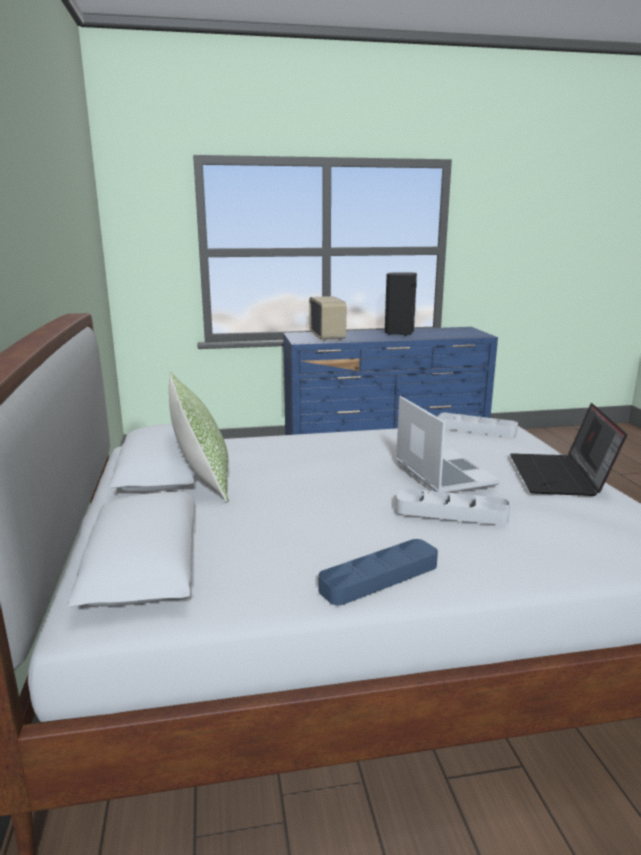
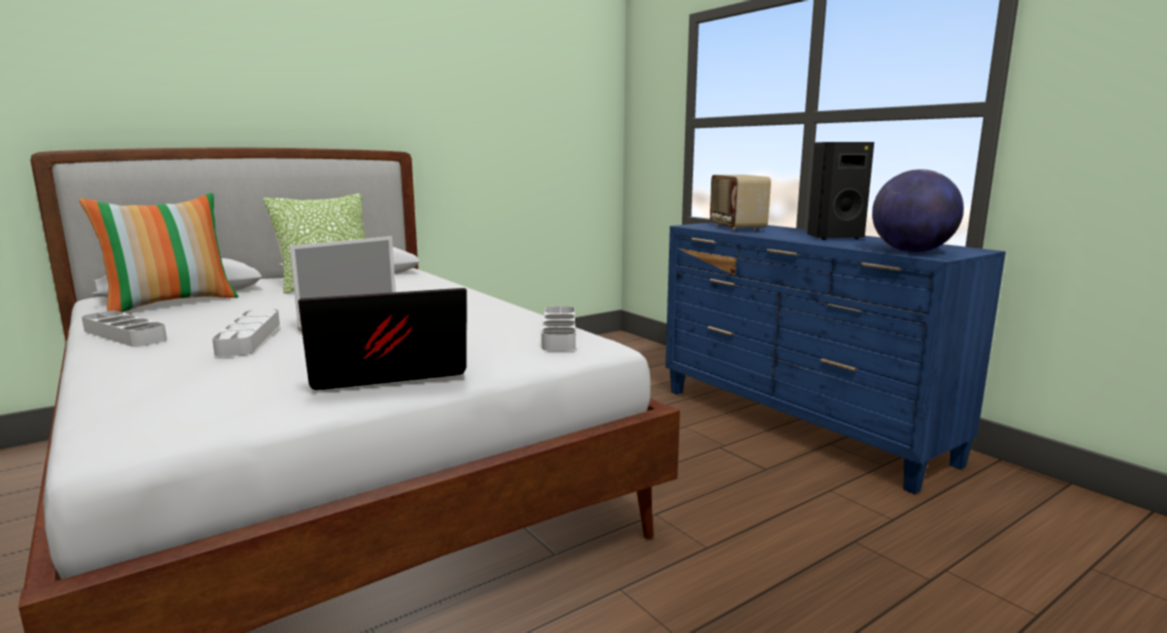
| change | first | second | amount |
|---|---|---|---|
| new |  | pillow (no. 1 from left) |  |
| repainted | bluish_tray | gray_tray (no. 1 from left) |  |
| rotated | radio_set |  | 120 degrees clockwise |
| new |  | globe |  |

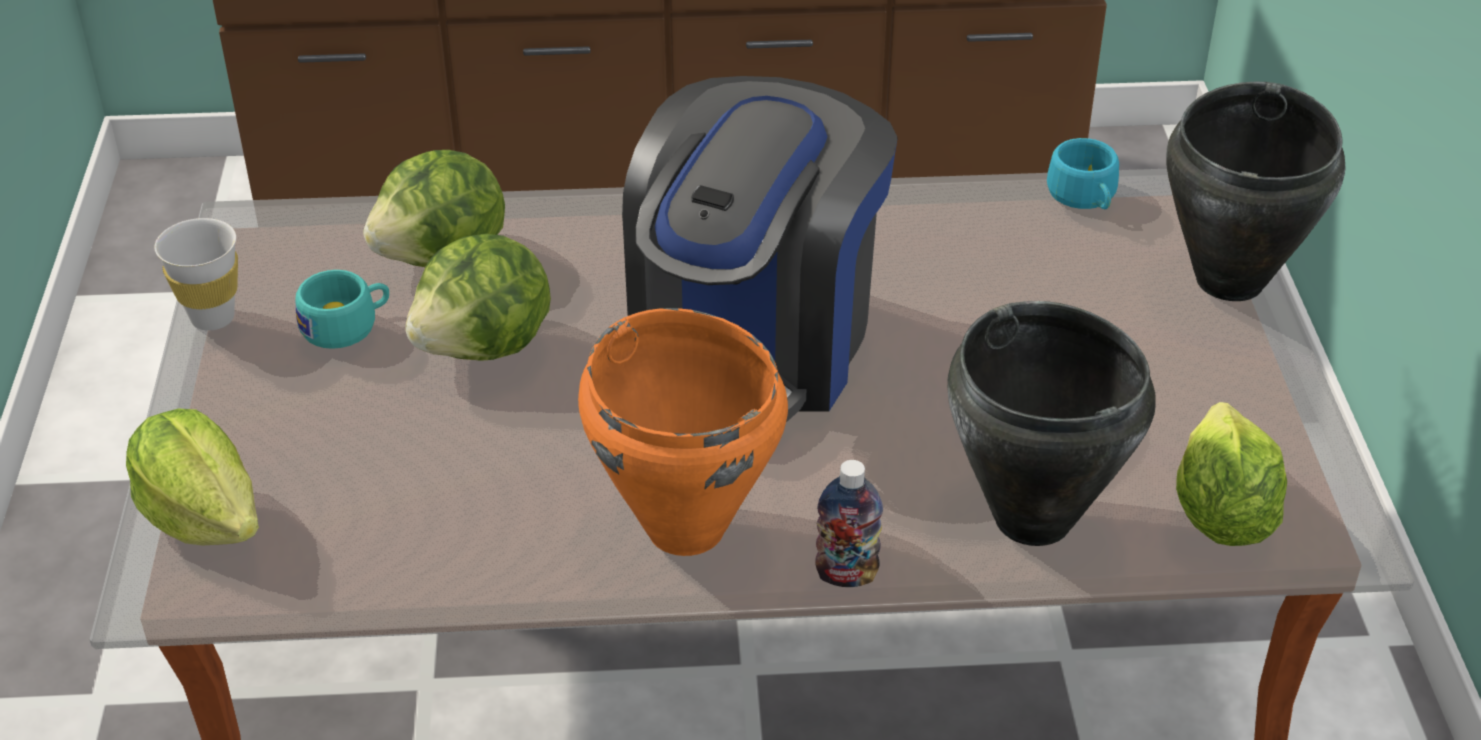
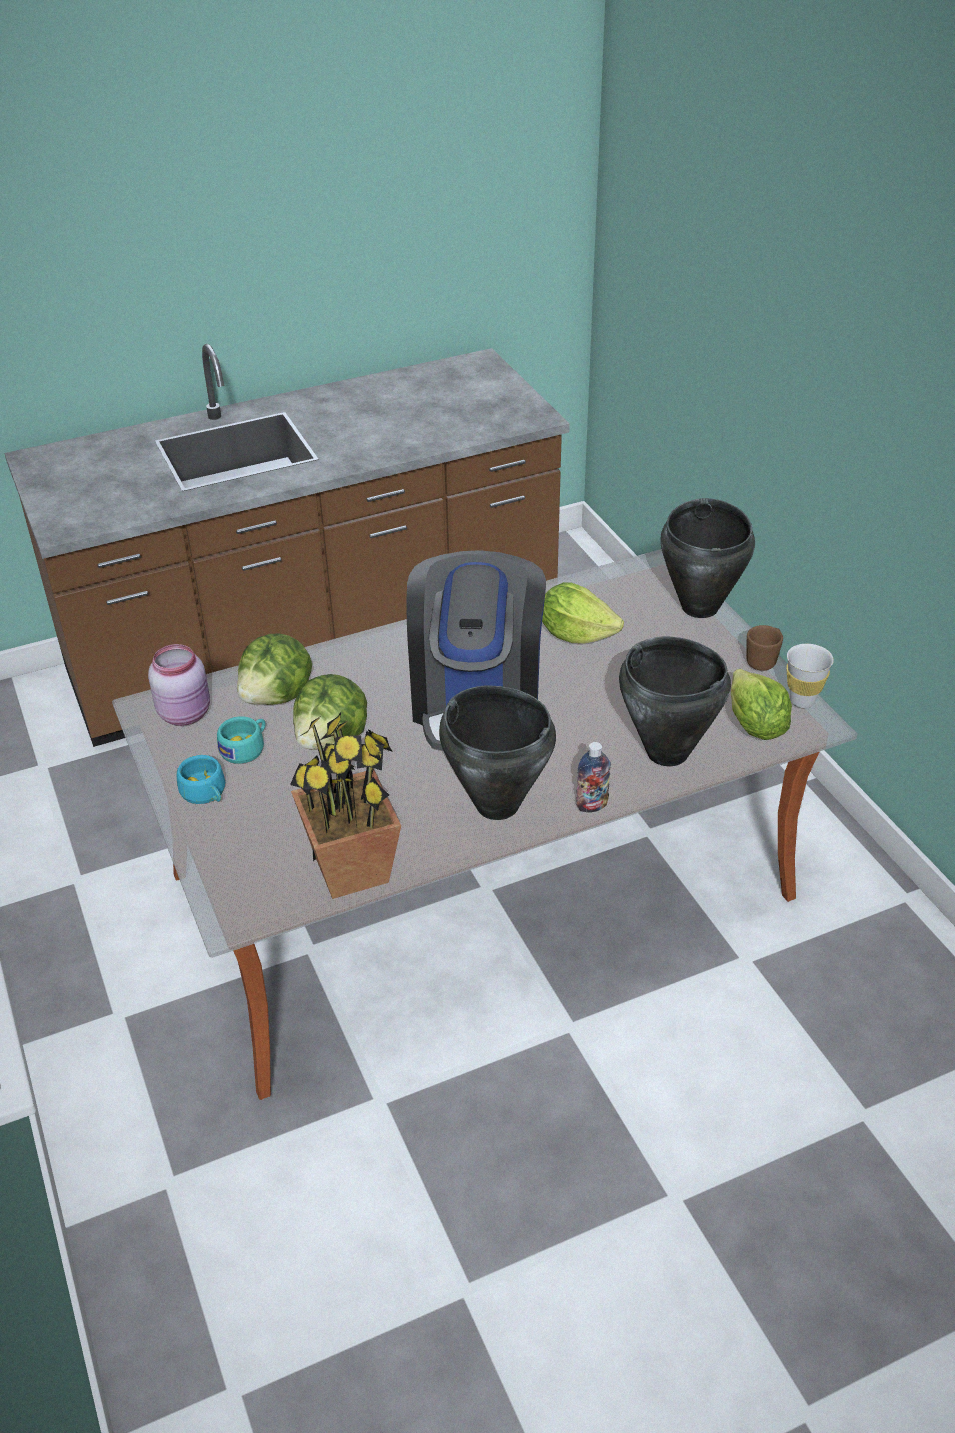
| change | first | second | amount |
|---|---|---|---|
| new |  | pinkish_storage_jar |  |
| shifted | turquoise_drinking_cup (no. 2 from left in the first image) | turquoise_drinking_cup (no. 1 from left) |  |
| new |  | plant_in_a_pot |  |
| repainted | orangey_stockpot | blackish_stockpot (no. 1 from left) |  |
| shifted | head_of_lettuce (no. 1 from left in the first image) | head_of_lettuce (no. 3 from left) |  |
| new |  | brown-coloured_coffee_mug |  |
| shifted | white-coloured_drinking_cup |  |  |

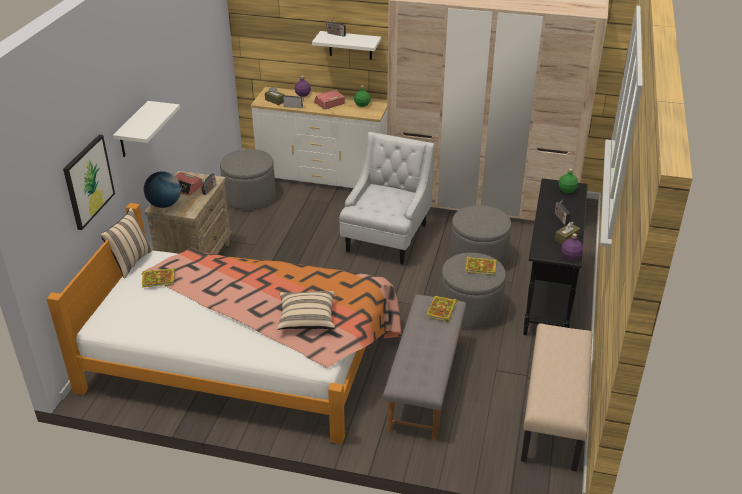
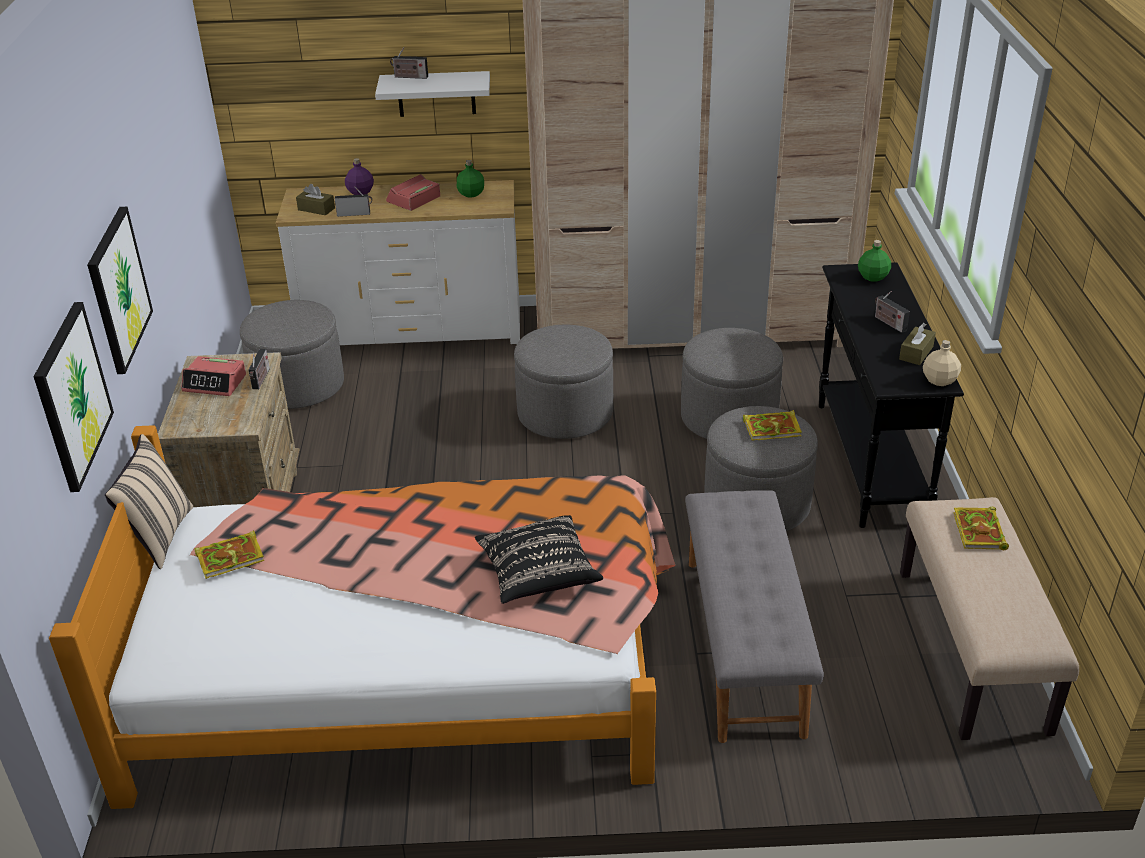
| change | first | second | amount |
|---|---|---|---|
| swapped | white-coloured_shelf (no. 1 from left) | wall_art (no. 2 from left) |  |
| repainted | beige_pillow (no. 2 from left) | blackish_pillow |  |
| swapped | white-coloured_easy_chair | gray_pouffe (no. 2 from left) |  |
| repainted | purple-coloured_beverage_bottle (no. 2 from left) | beige_beverage_bottle |  |
| shifted | volume (no. 2 from left in the first image) | volume (no. 3 from left) |  |
| gone | globe |  |  |

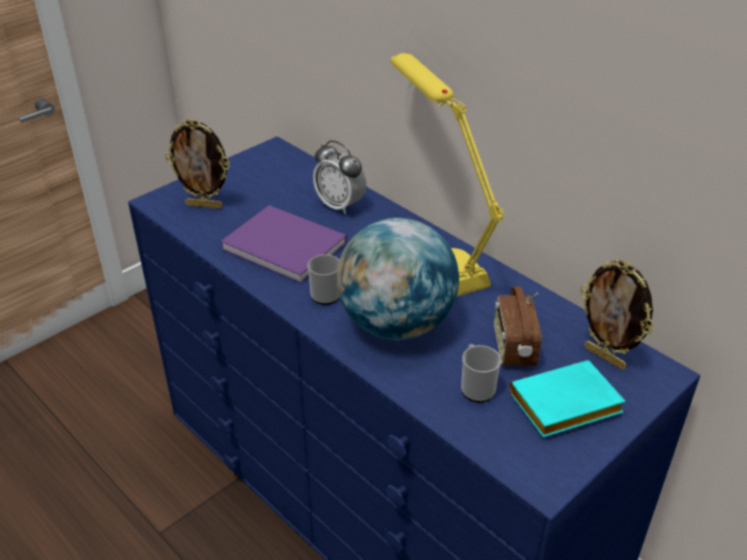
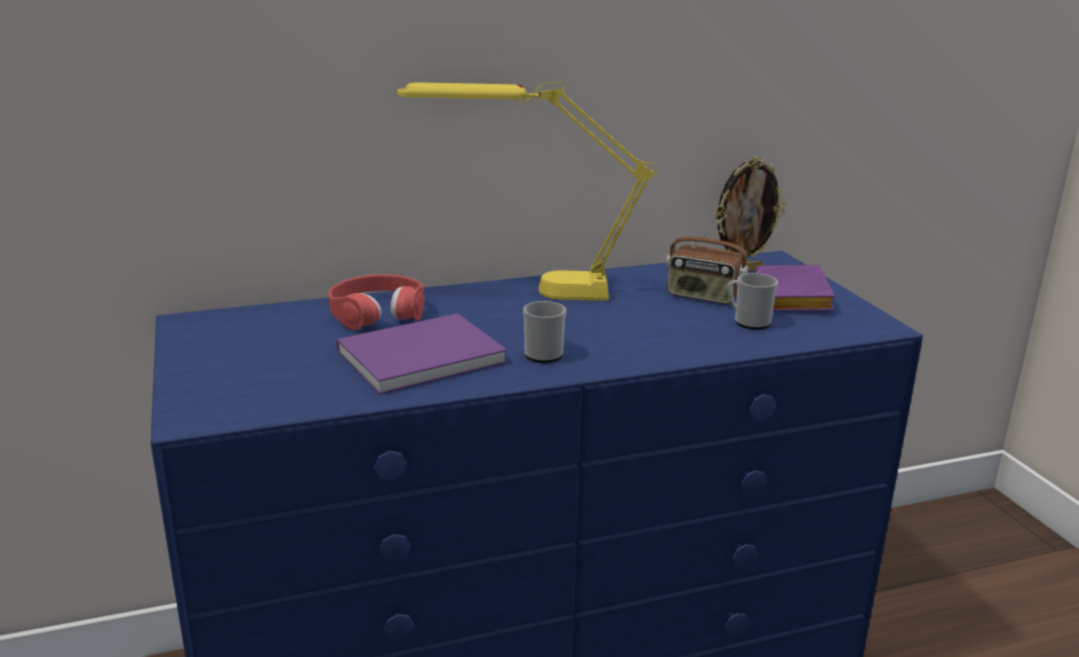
| change | first | second | amount |
|---|---|---|---|
| swapped | bedside_clock | reddish_pair_of_headphones |  |
| repainted | turquoise_volume | purple-coloured_volume (no. 2 from left) |  |
| gone | photo_frame (no. 1 from left) |  |  |
| gone | globe |  |  |

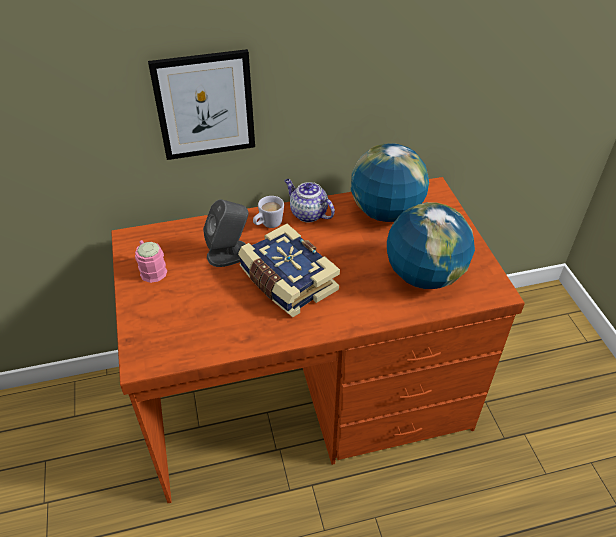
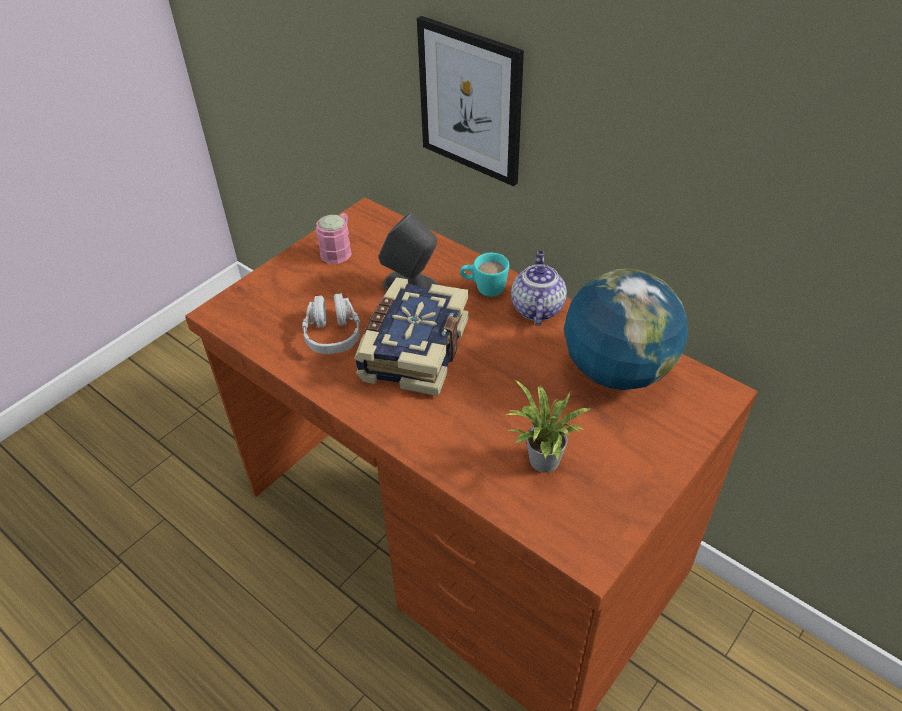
| change | first | second | amount |
|---|---|---|---|
| new |  | gray_pair_of_headphones |  |
| repainted | white-coloured_coffee_mug | turquoise_coffee_mug |  |
| swapped | globe (no. 2 from left) | plant_in_a_pot |  |

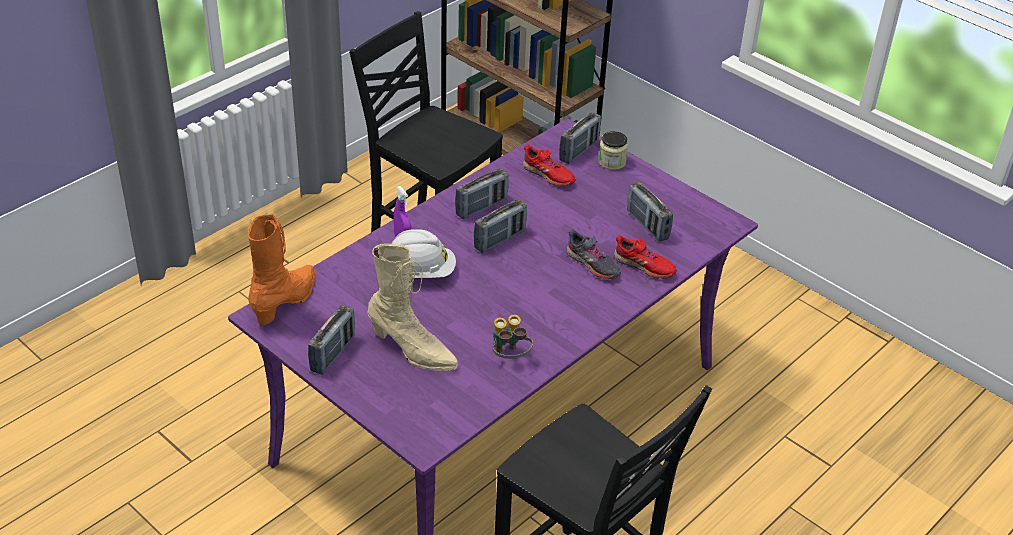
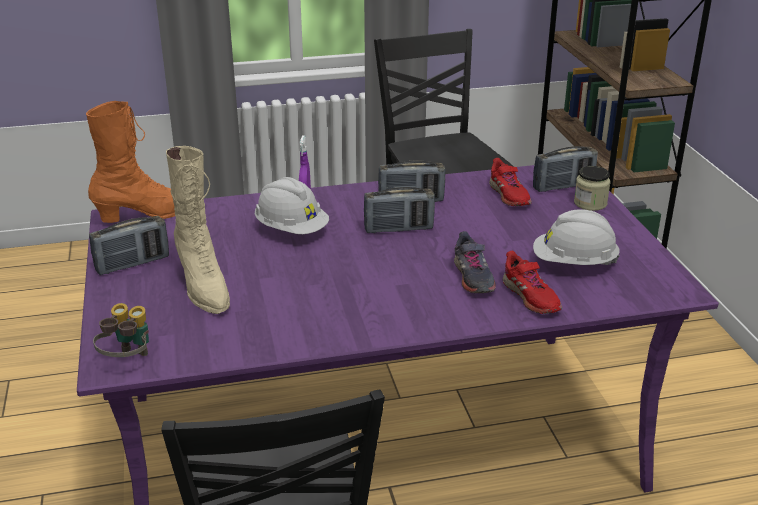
| change | first | second | amount |
|---|---|---|---|
| shifted | binoculars |  |  |
| swapped | radio_set (no. 5 from left) | white-coloured_work_helmet (no. 2 from left) |  |

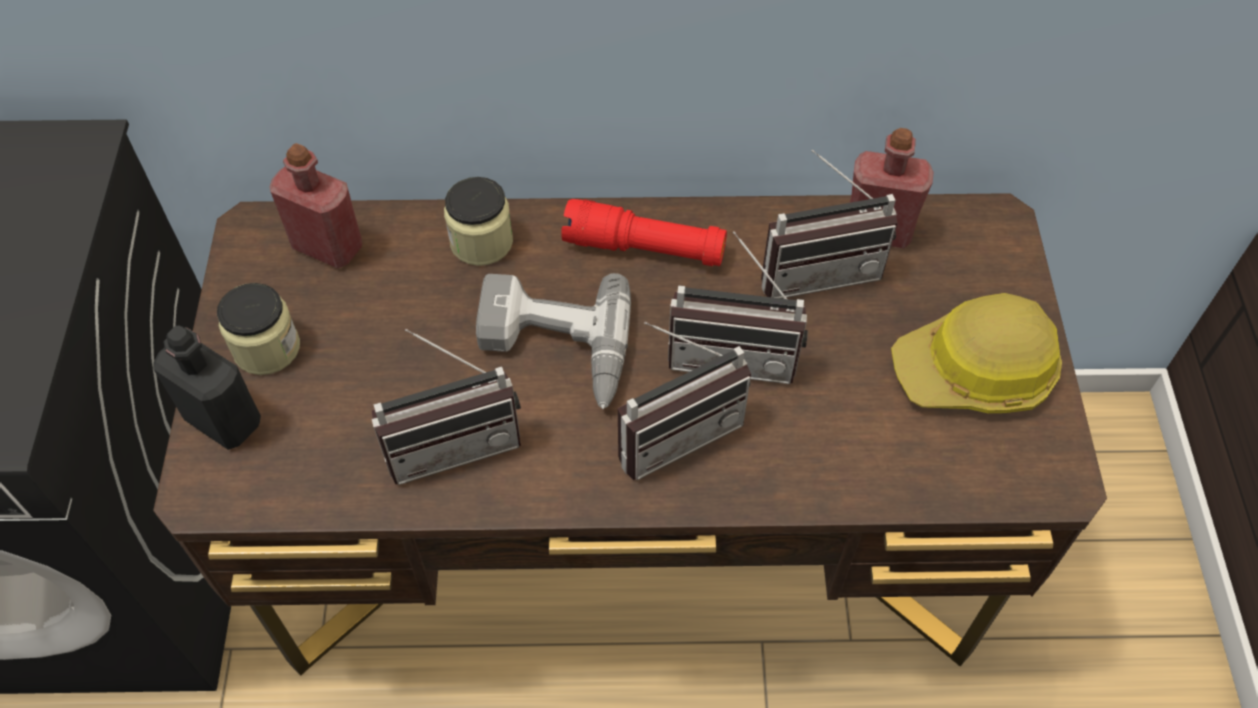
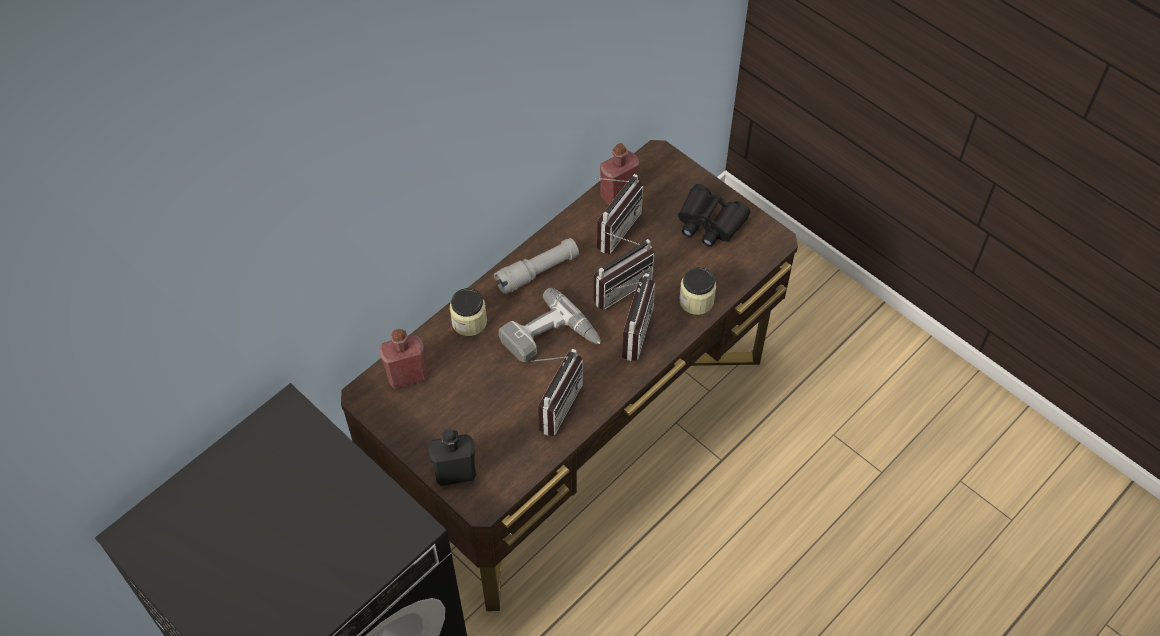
| change | first | second | amount |
|---|---|---|---|
| repainted | reddish_flashlight | gray_flashlight |  |
| swapped | work_helmet | blackish_binoculars |  |
| shifted | storage_jar (no. 1 from left in the first image) | storage_jar (no. 2 from left) |  |

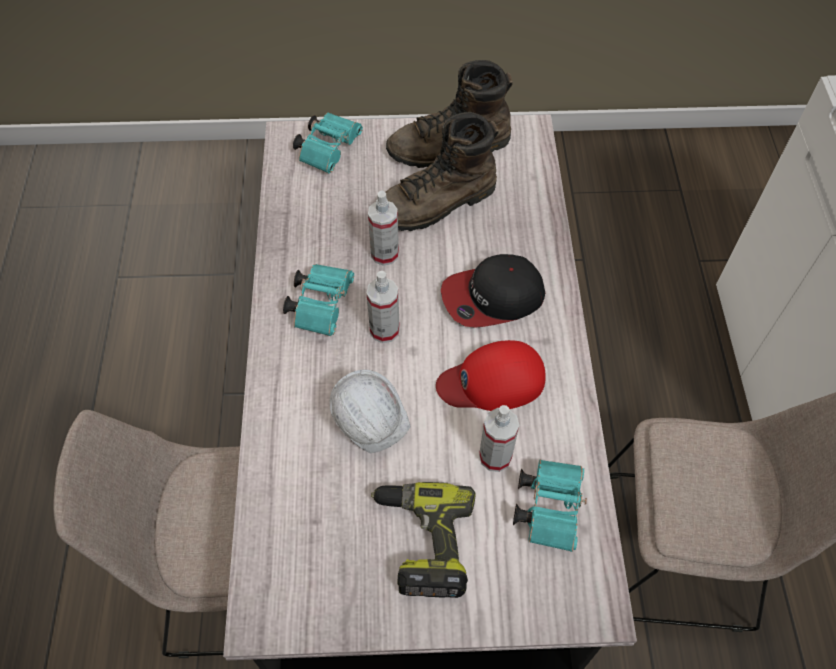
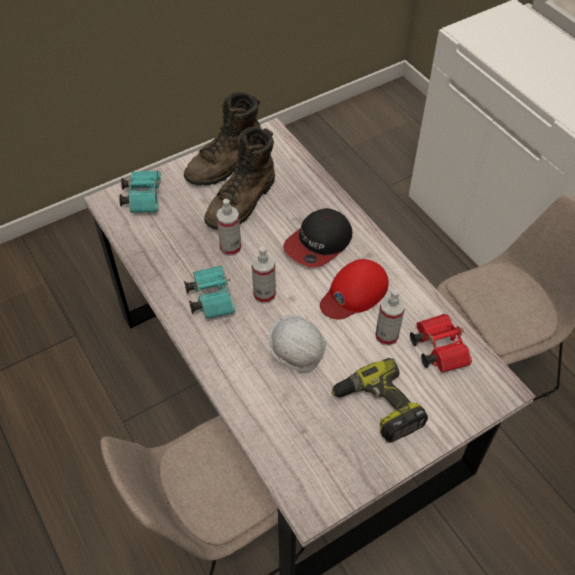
| change | first | second | amount |
|---|---|---|---|
| repainted | turquoise_binoculars (no. 3 from left) | reddish_binoculars |  |

